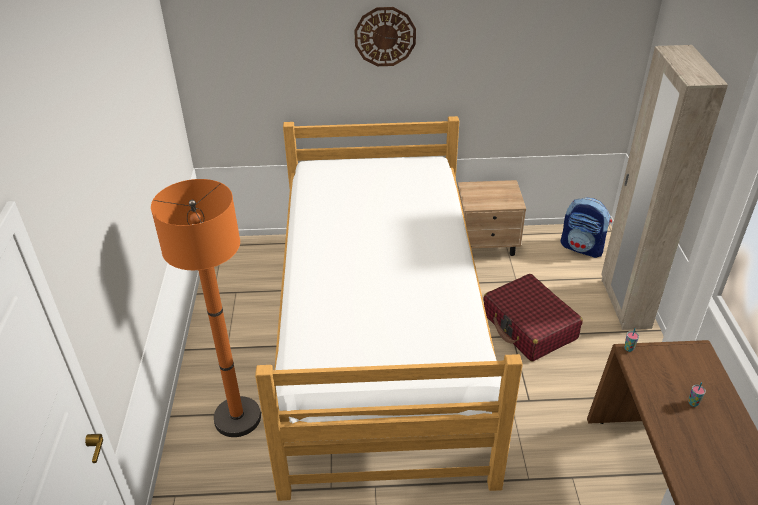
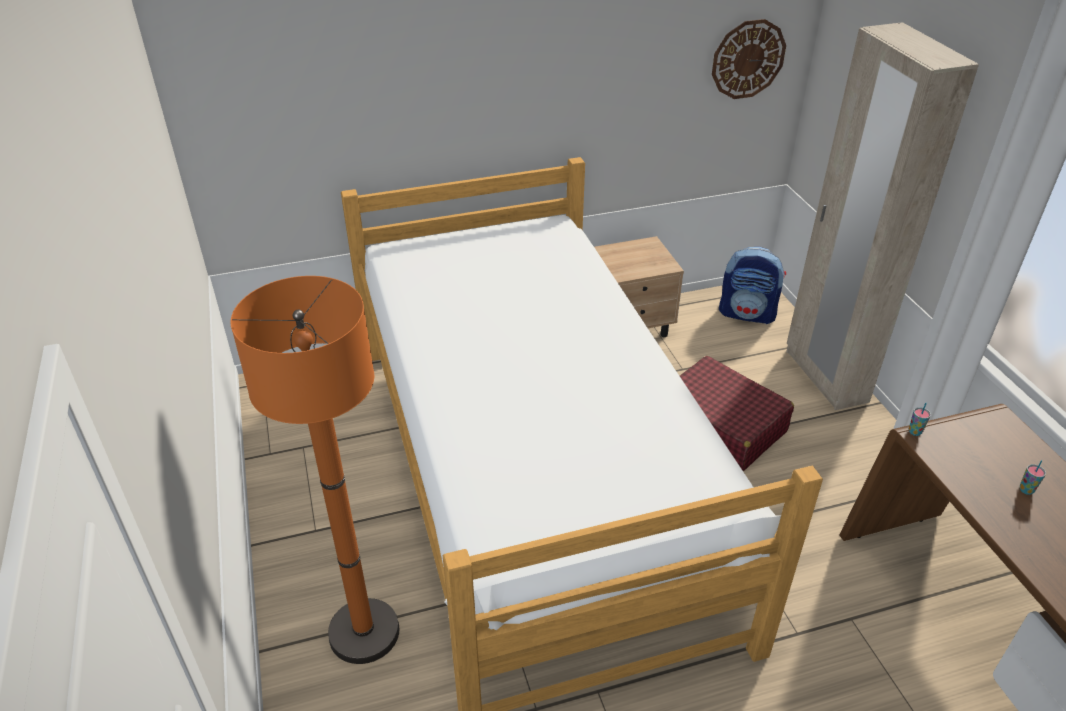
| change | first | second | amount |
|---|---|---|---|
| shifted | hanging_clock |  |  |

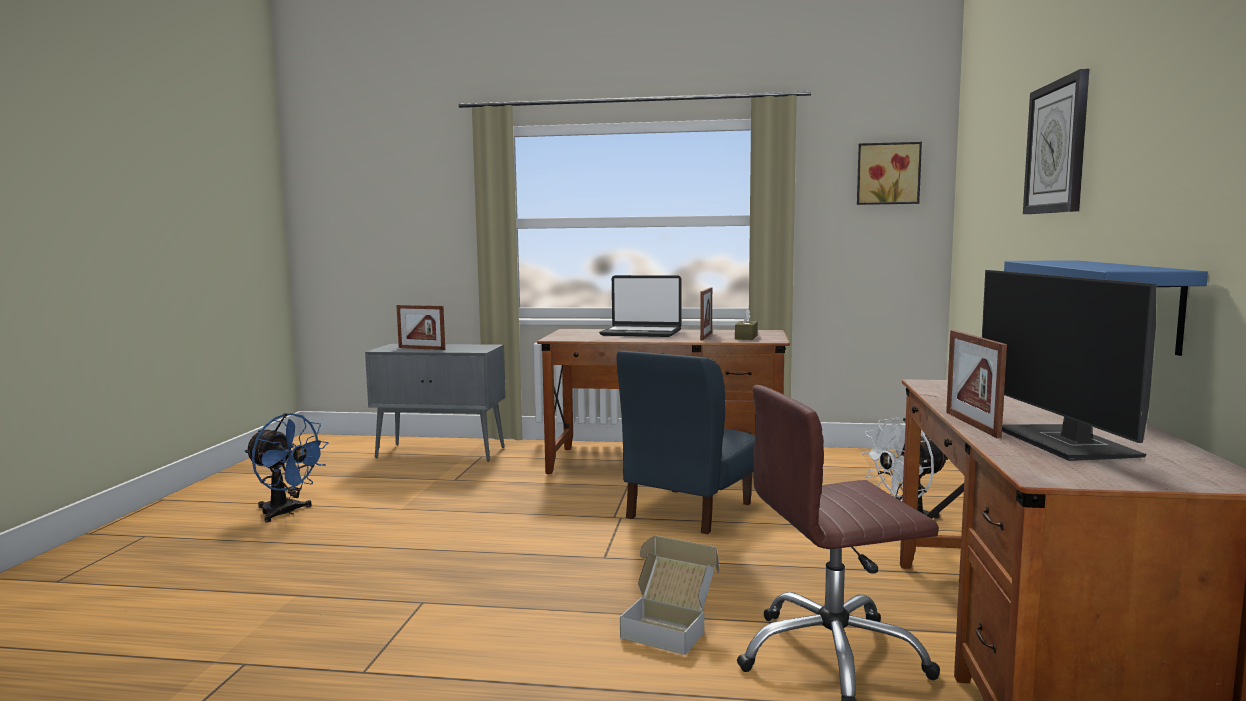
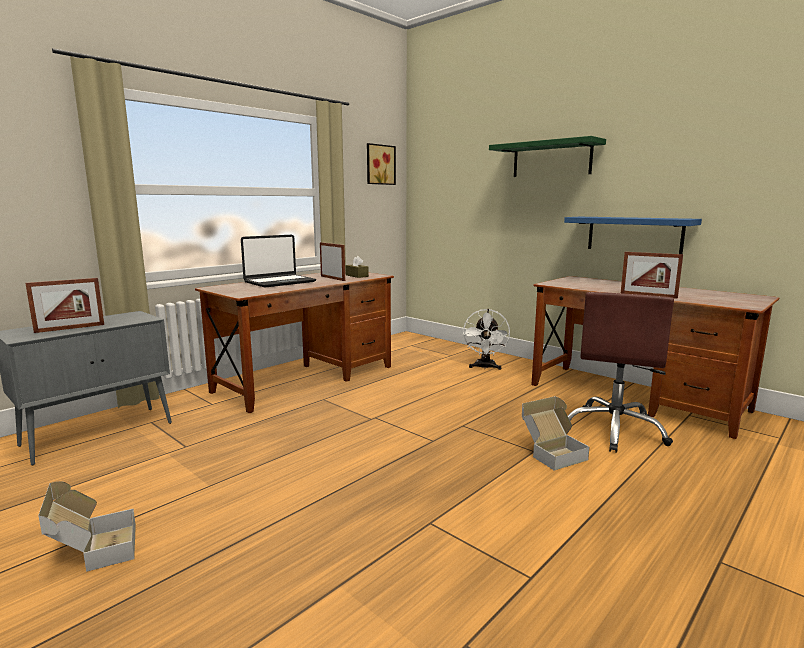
| change | first | second | amount |
|---|---|---|---|
| swapped | bluish_electric_fan | carton (no. 1 from left) |  |
| swapped | hanging_clock | greenish_shelf |  |
| gone | bluish_upright_chair |  |  |
| gone | computer_screen |  |  |

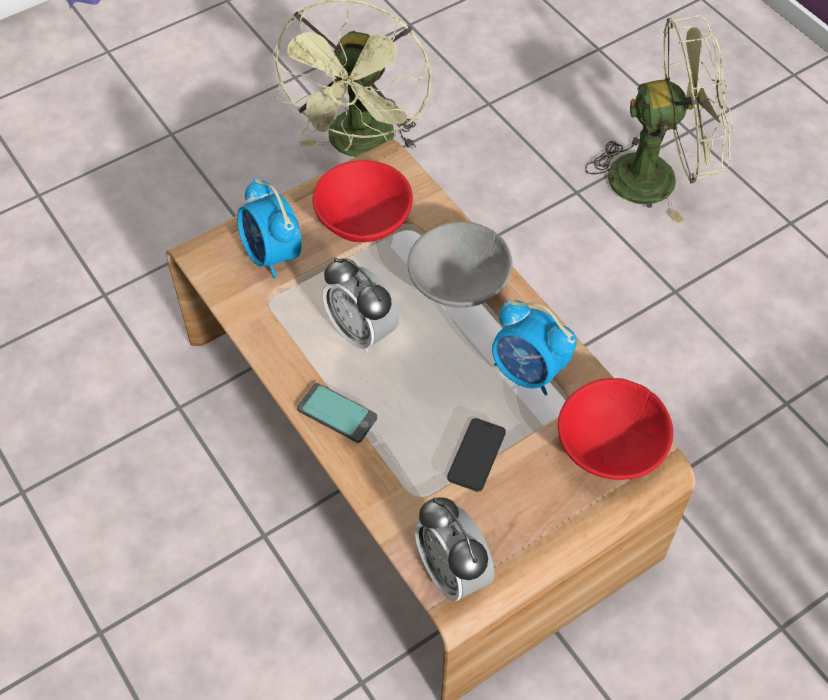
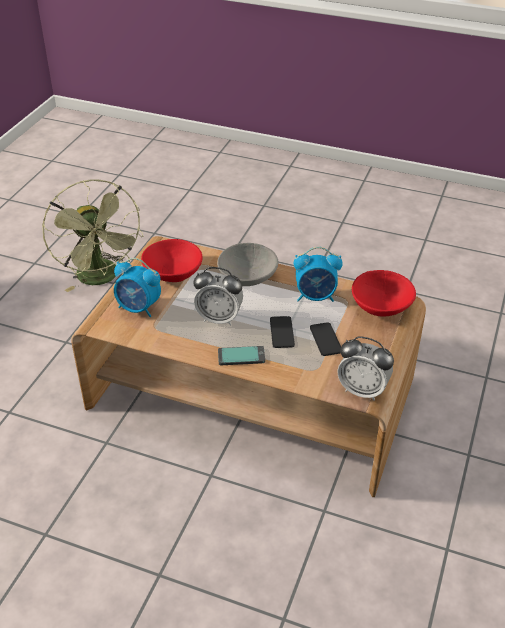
| change | first | second | amount |
|---|---|---|---|
| new |  | phone (no. 2 from left) |  |
| gone | greenish_electric_fan (no. 2 from left) |  |  |

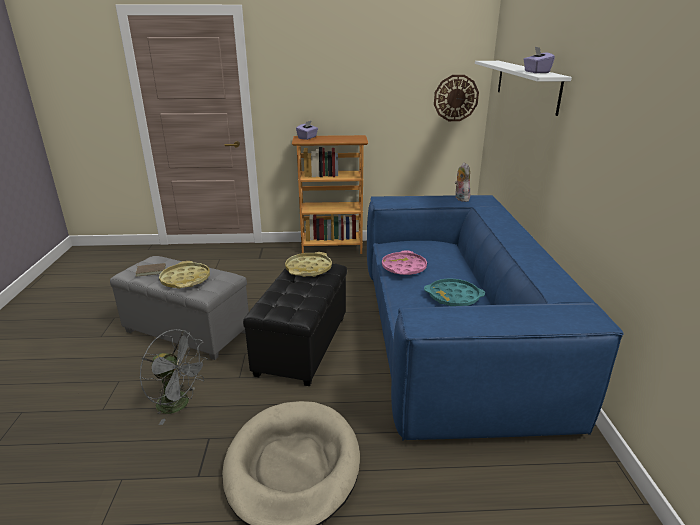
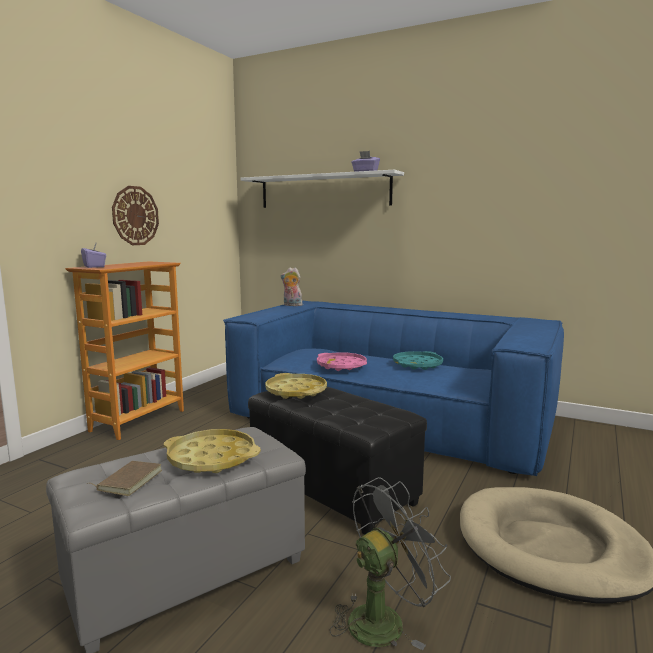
| change | first | second | amount |
|---|---|---|---|
| shifted | hanging_clock |  |  |

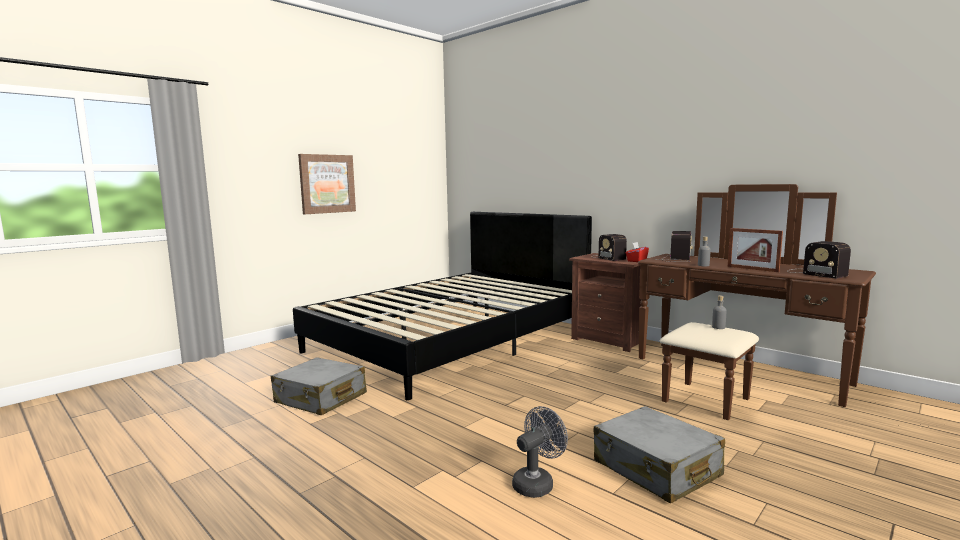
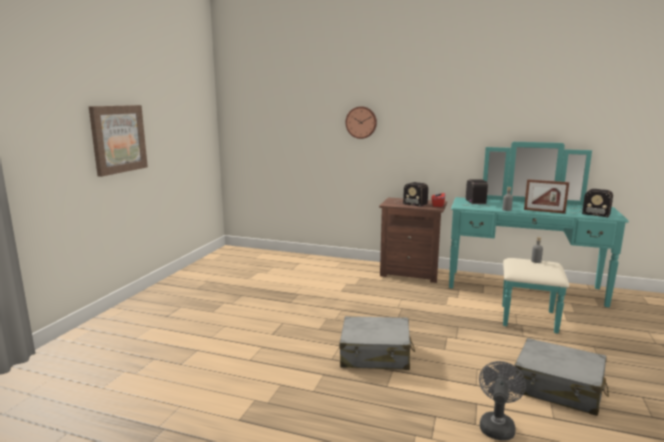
| change | first | second | amount |
|---|---|---|---|
| shifted | gray_suitcase (no. 1 from left) |  |  |
| new |  | hanging_clock |  |
| repainted | brown-coloured_drawer_chest | turquoise_drawer_chest |  |
| gone | blackish_sleeping_bed |  |  |

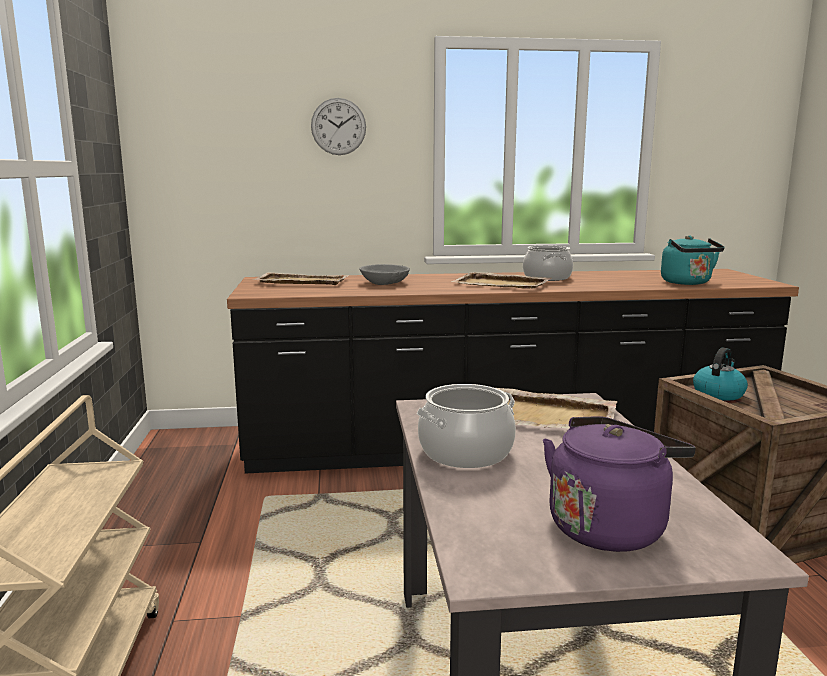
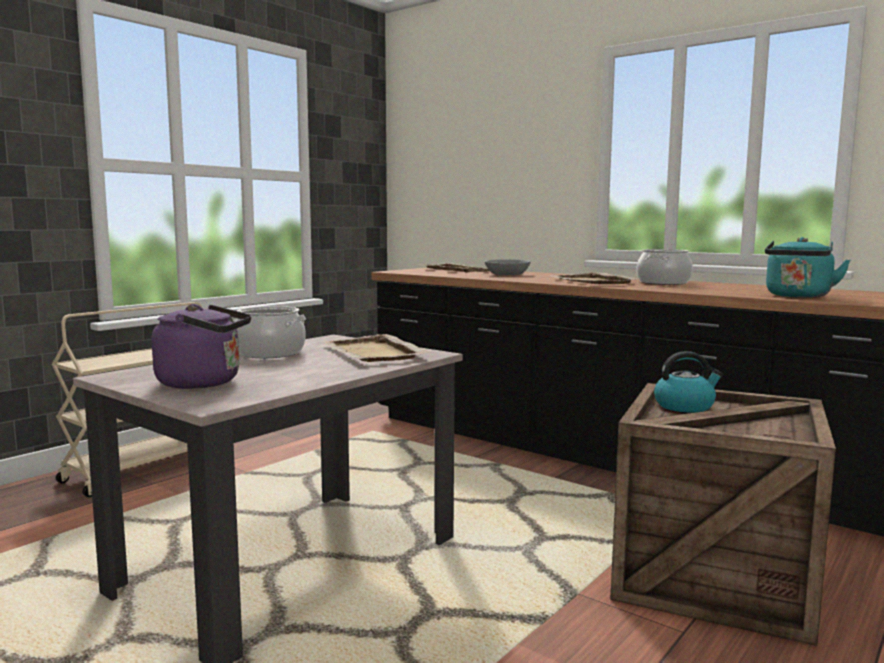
| change | first | second | amount |
|---|---|---|---|
| gone | hanging_clock |  |  |

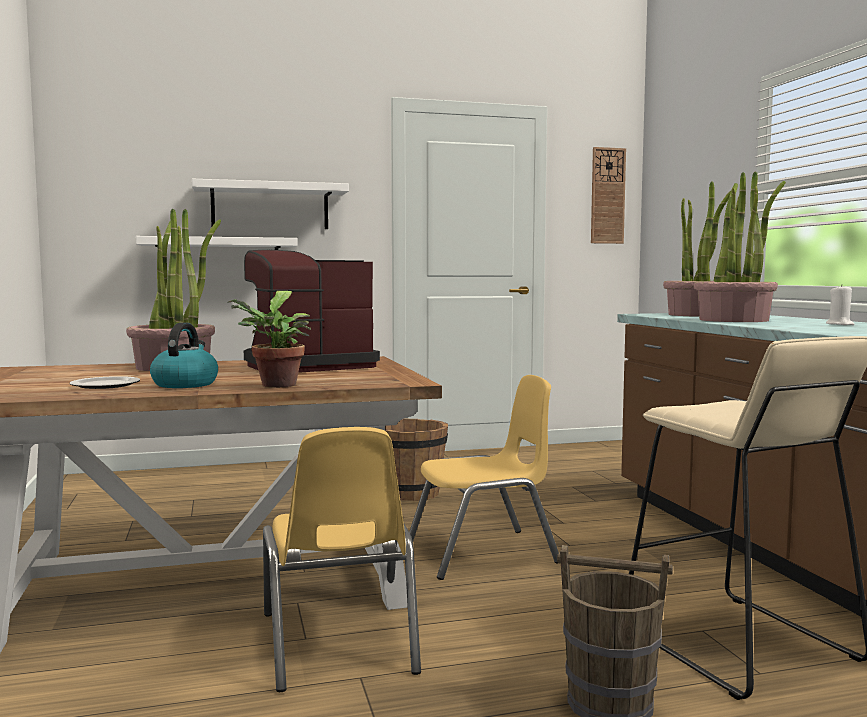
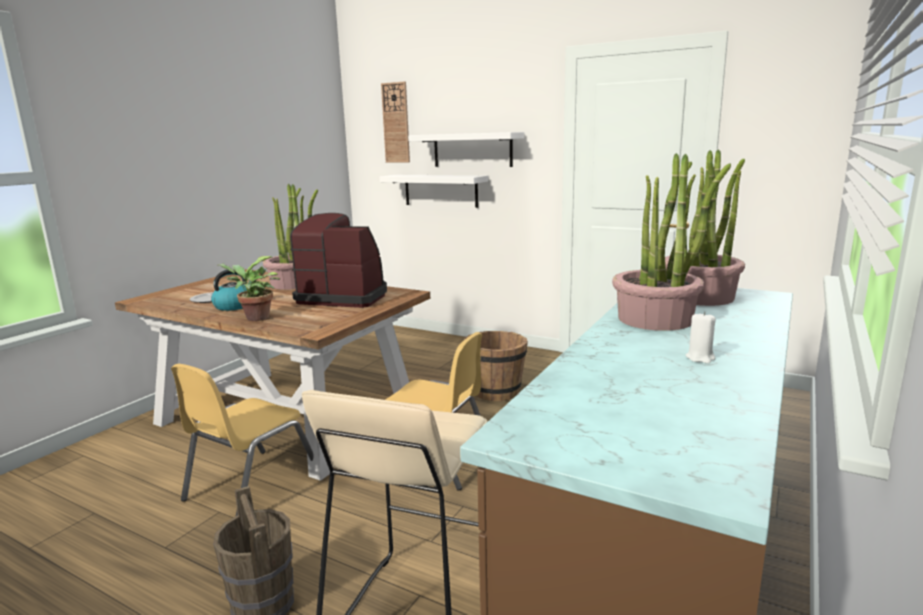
| change | first | second | amount |
|---|---|---|---|
| shifted | hanging_clock |  |  |

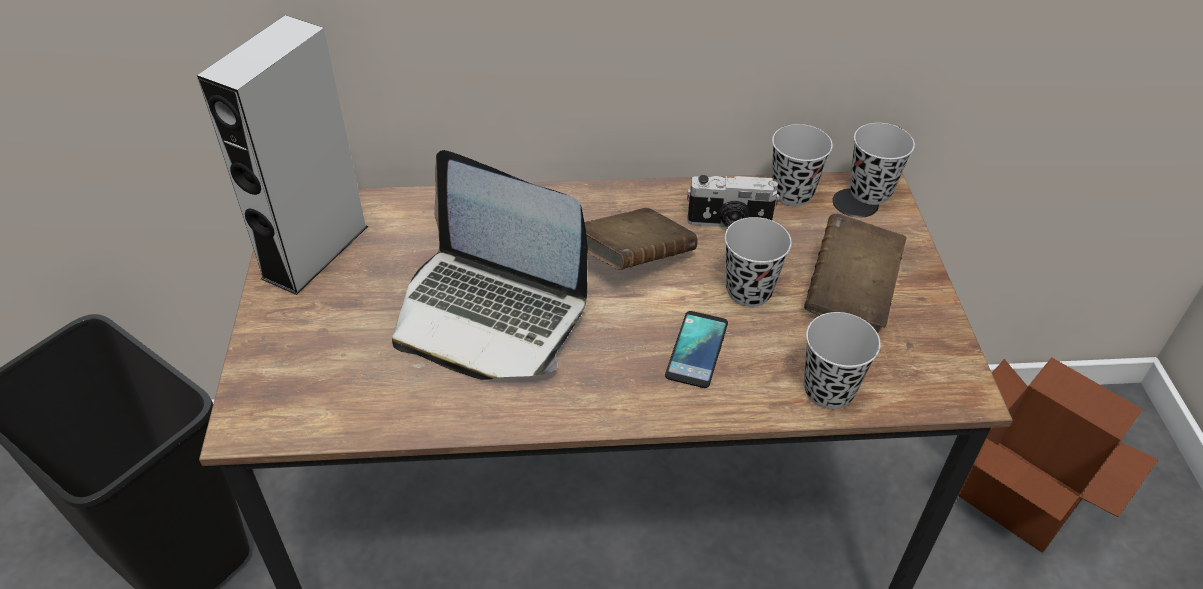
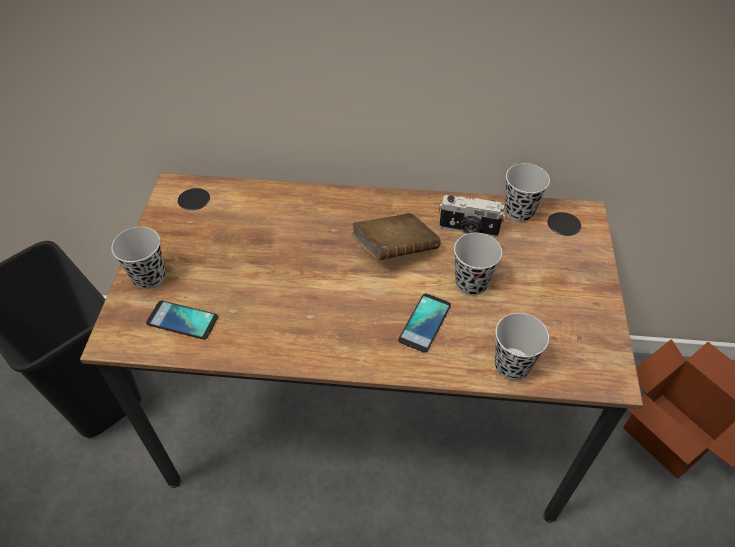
| change | first | second | amount |
|---|---|---|---|
| shifted | blackish_drinking_cup (no. 4 from left in the first image) | blackish_drinking_cup (no. 1 from left) |  |
| new |  | phone (no. 1 from left) |  |
| gone | gray_audio_speaker |  |  |
| gone | notebook_computer |  |  |
| gone | brown-coloured_volume (no. 2 from left) |  |  |

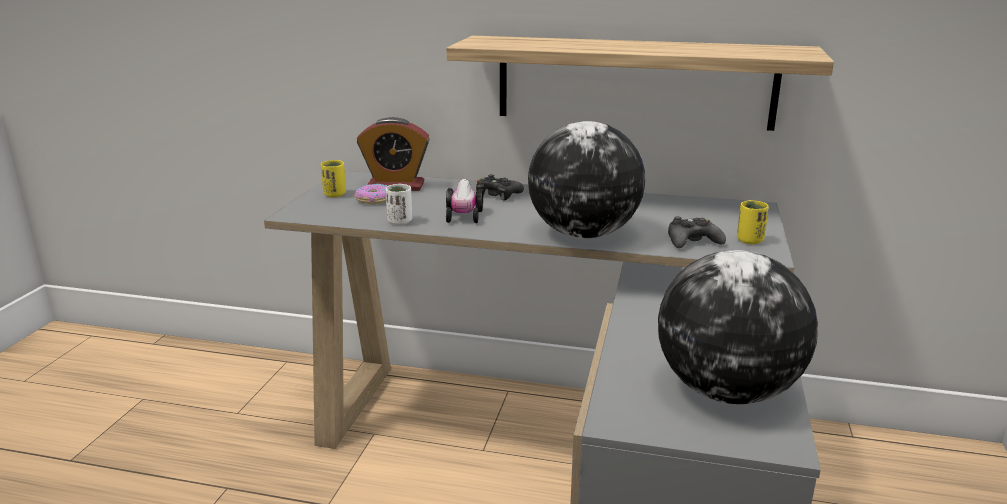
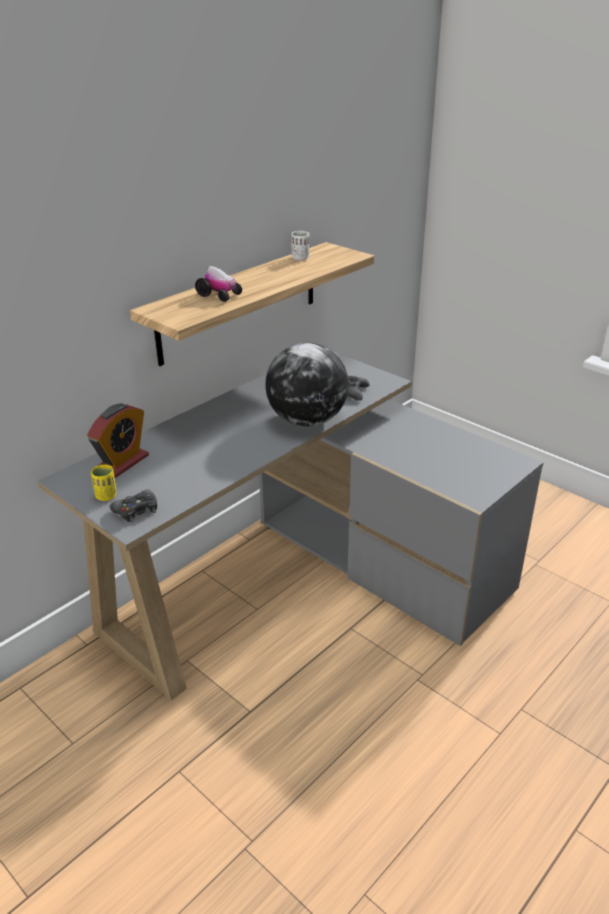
| change | first | second | amount |
|---|---|---|---|
| shifted | blackish_game_controller (no. 1 from left) |  |  |
| shifted | miniature_car |  |  |
| shifted | white-coloured_drinking_cup |  |  |
| gone | doughnut |  |  |
| gone | globe (no. 2 from left) |  |  |
| gone | yellow-coloured_drinking_cup (no. 2 from left) |  |  |

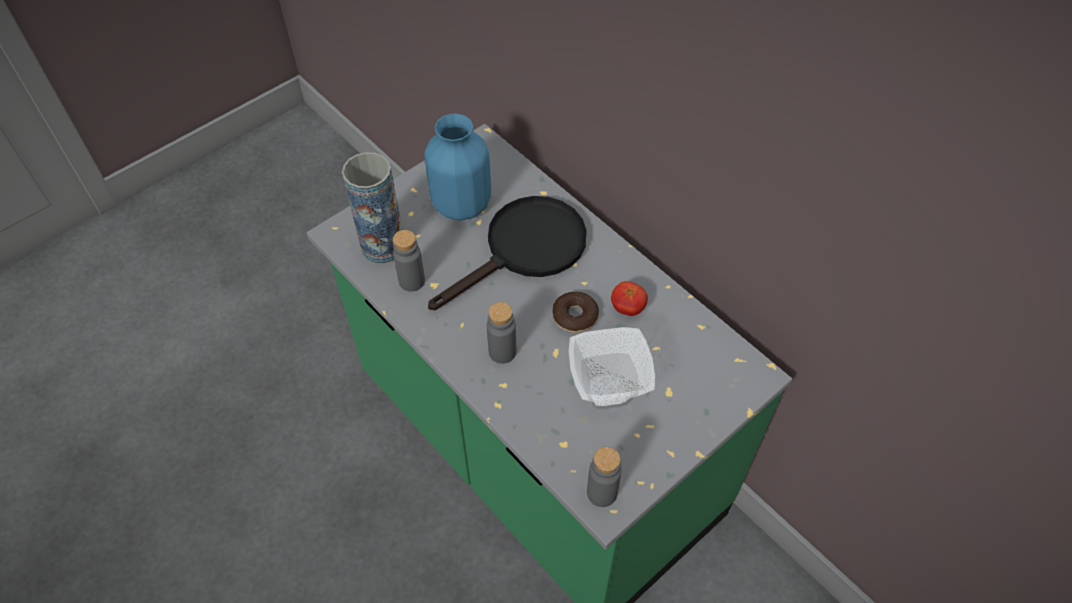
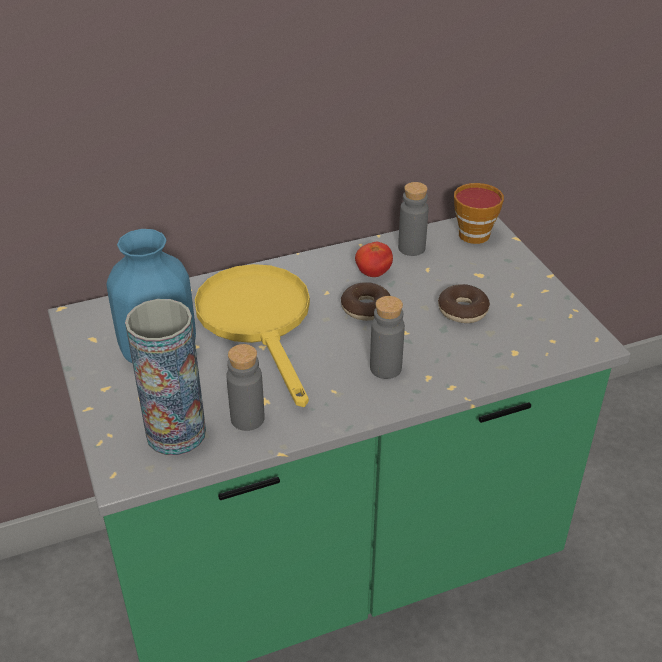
| change | first | second | amount |
|---|---|---|---|
| repainted | blackish_pan | yellow-coloured_pan |  |
| shifted | gray_beverage_bottle (no. 3 from left) |  |  |
| swapped | deep_dish | doughnut (no. 2 from left) |  |
| new |  | drinking_cup |  |

